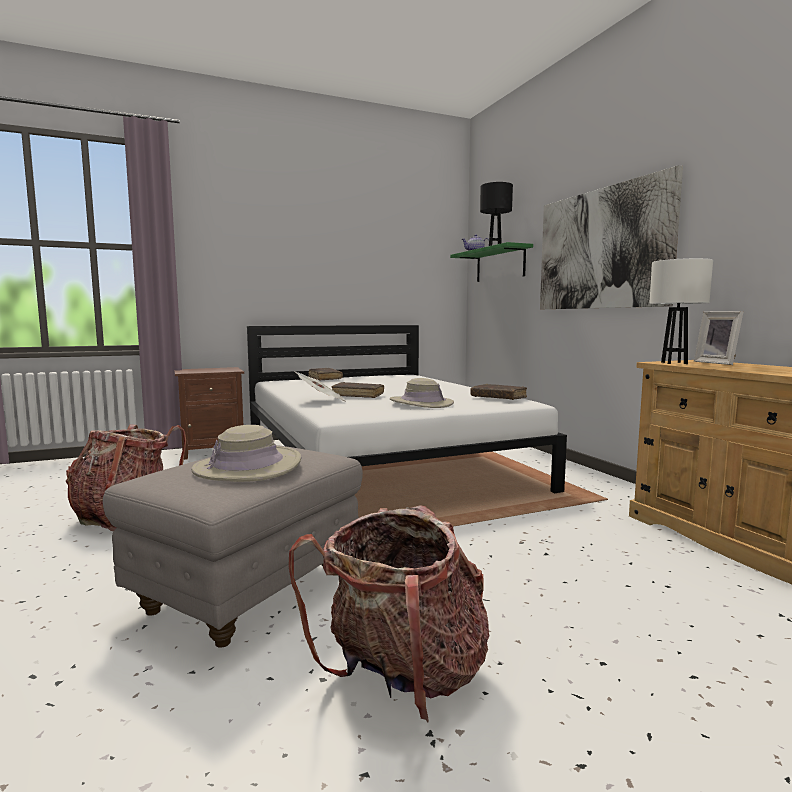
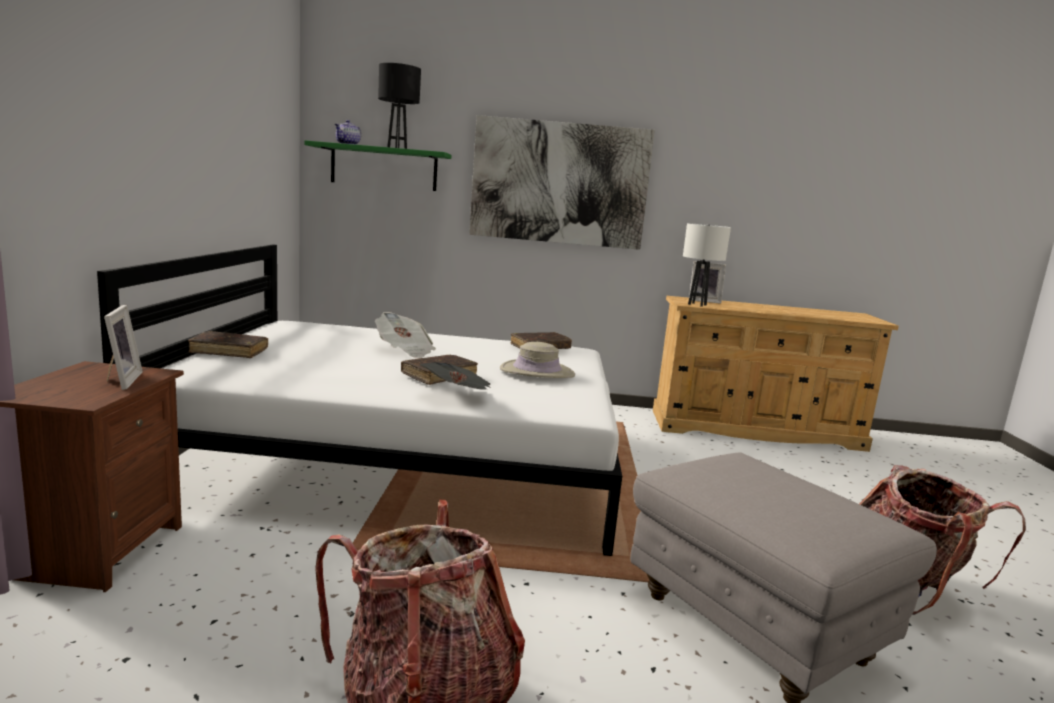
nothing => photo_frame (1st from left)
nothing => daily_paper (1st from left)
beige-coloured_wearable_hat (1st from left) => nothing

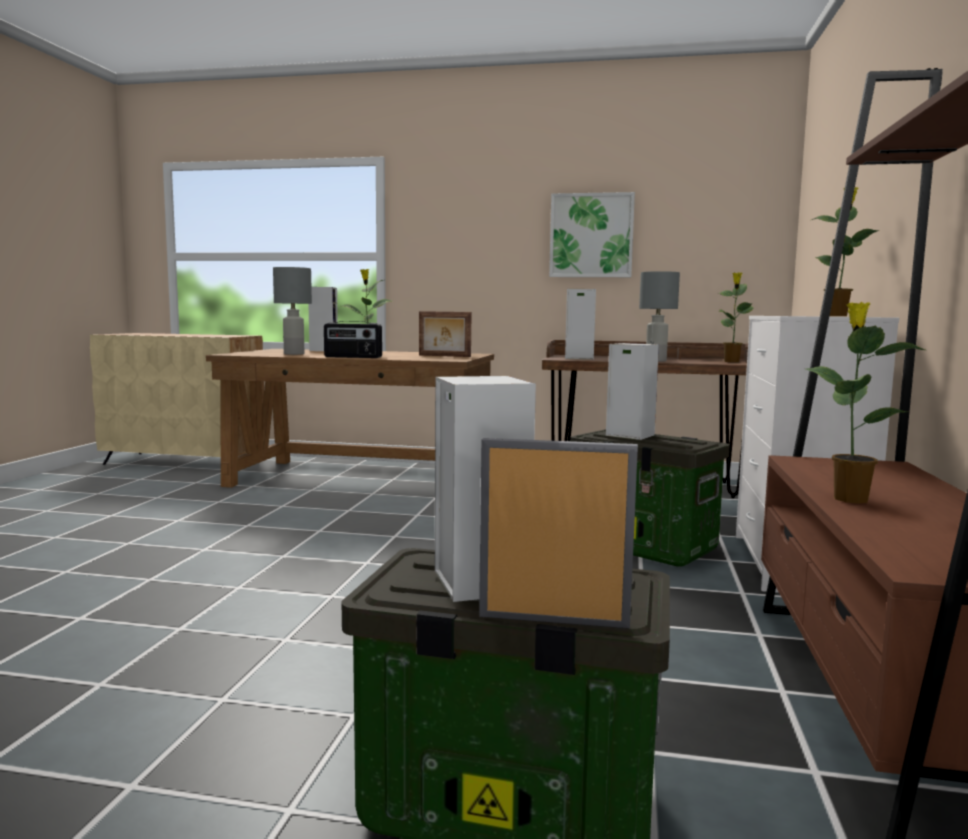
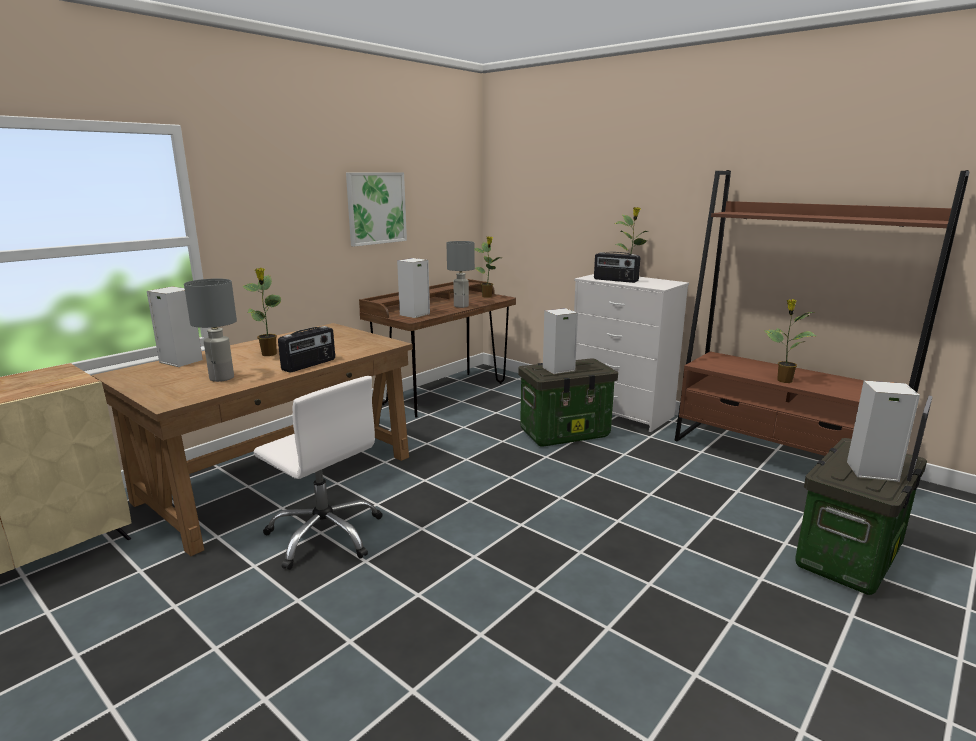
nothing => whitish_computer_chair
nothing => radio (2nd from left)
photo_frame (1st from left) => nothing

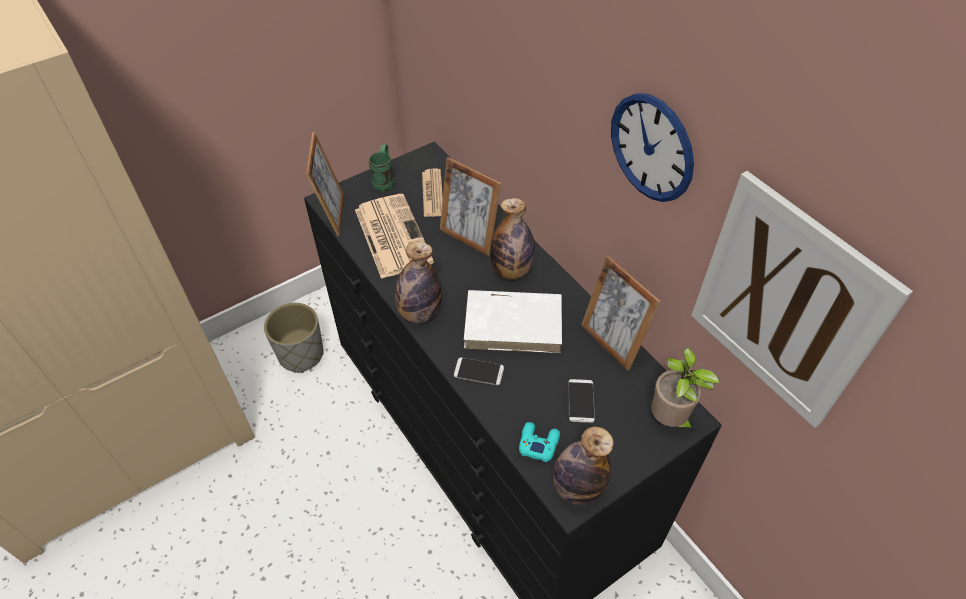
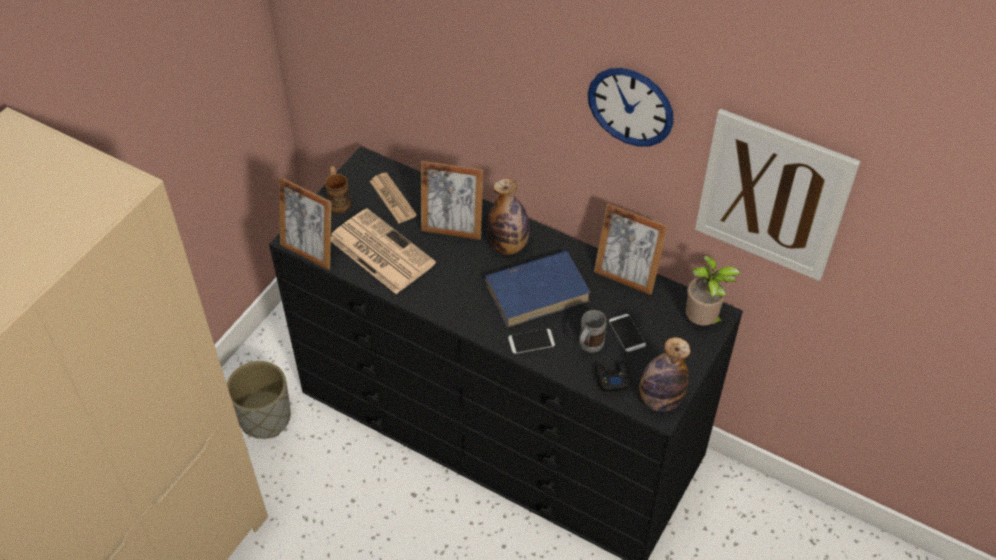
photo_frame (1st from left), 150 degrees clockwise
greenish_mug => brown_mug
whitish_bound_book => bluish_bound_book
nothing => gray_mug
turquoise-coloured_gamepad => black_gamepad
drink_bottle (1st from left) => nothing

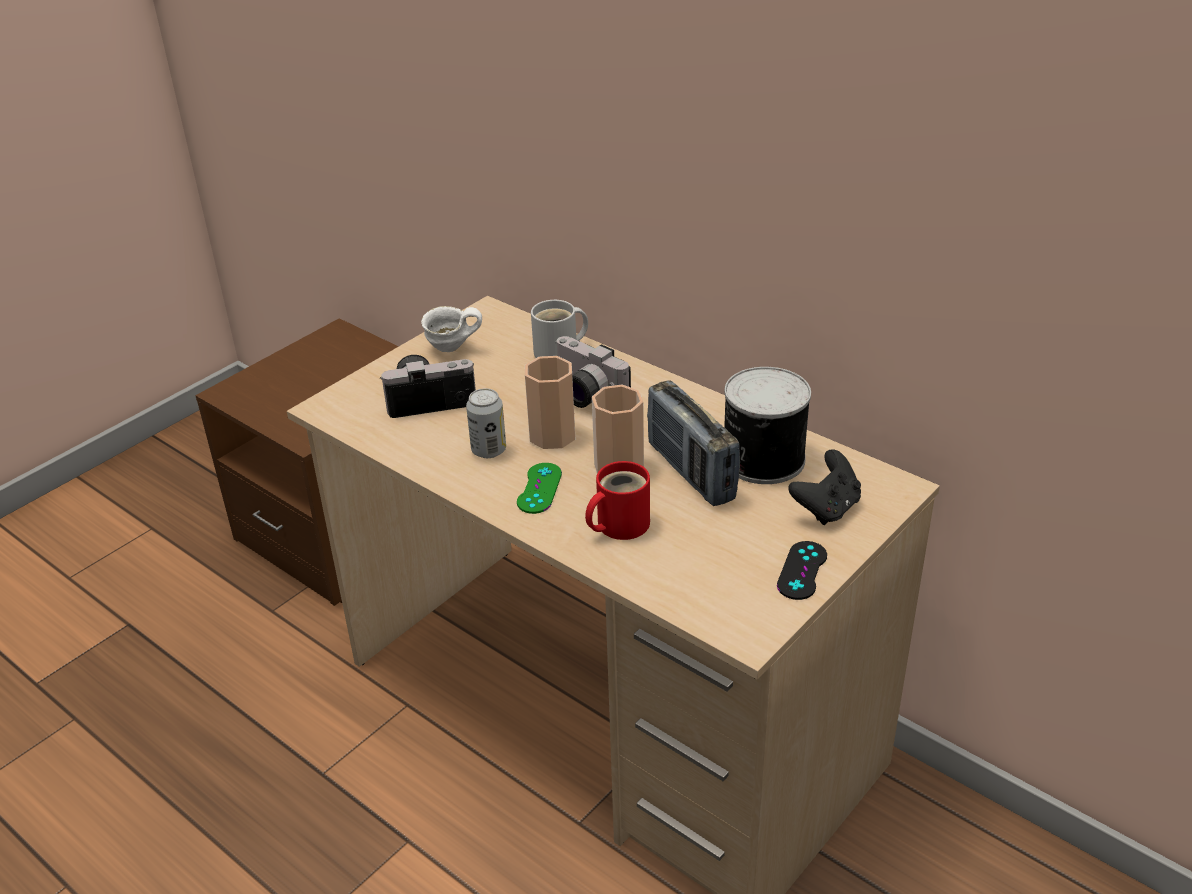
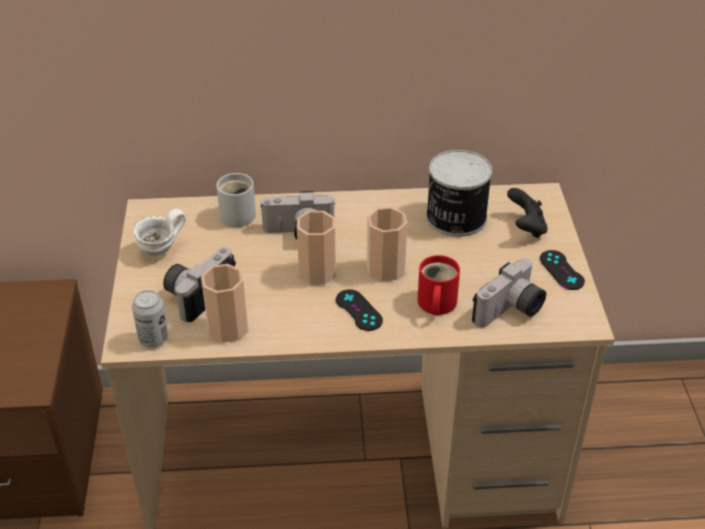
sealed_can (1st from left), move
nothing => small_cup (1st from left)
greenish_gamepad => black_gamepad (1st from left)
nothing => still_camera (3rd from left)
radio => nothing

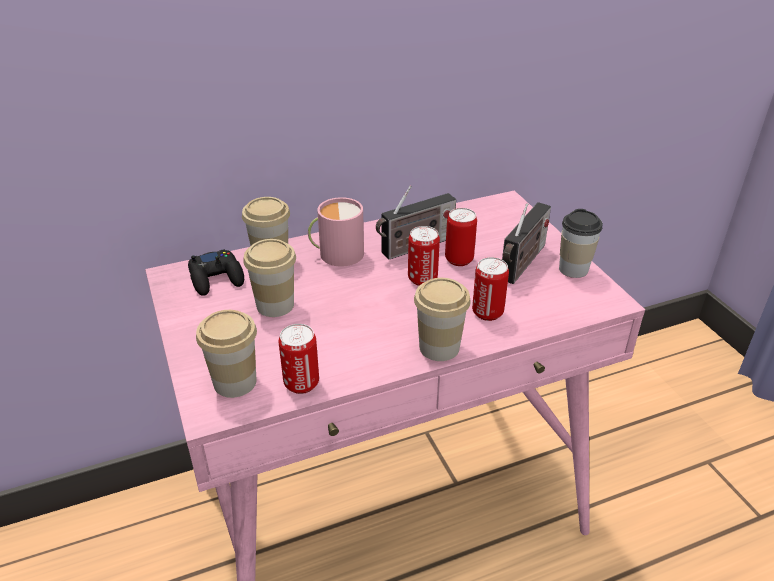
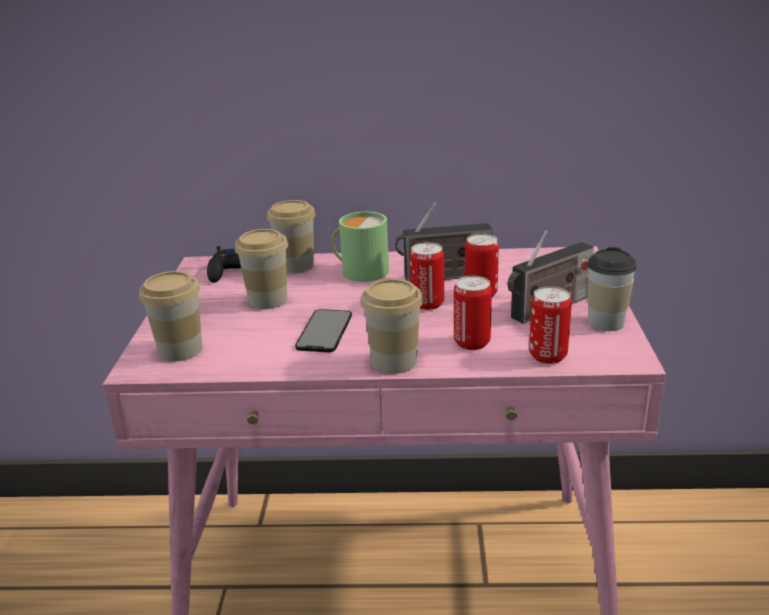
nothing => phone
pink_mug => greenish_mug
sealed_can (1st from left in the first image) => sealed_can (4th from left), move

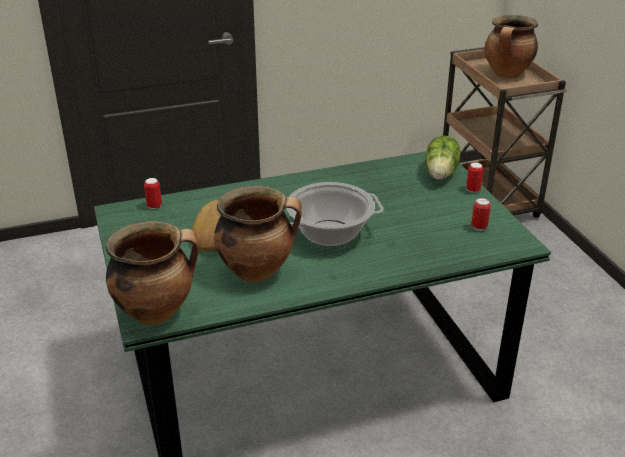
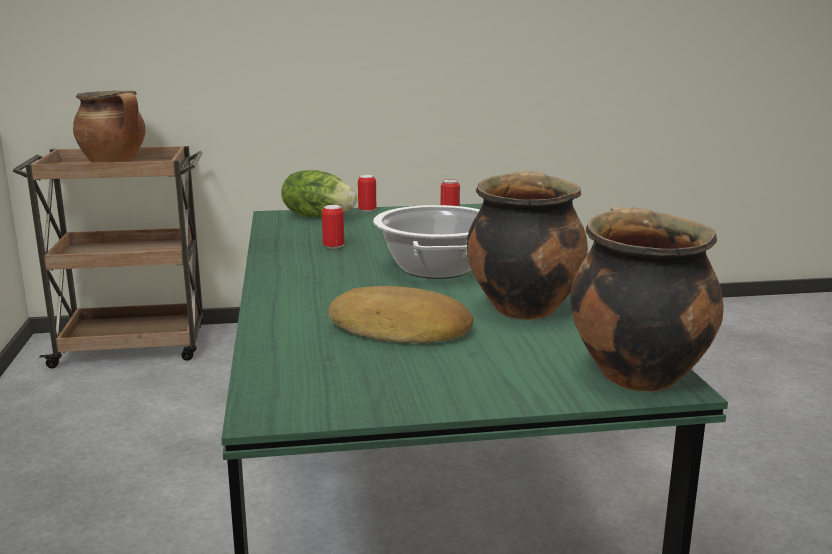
sealed_can (1st from left), move

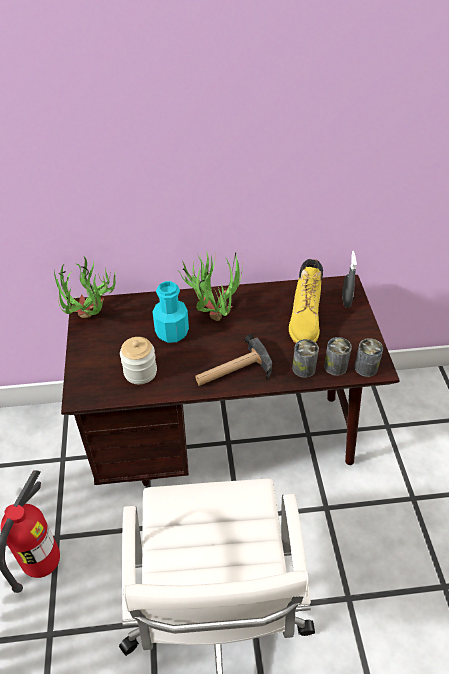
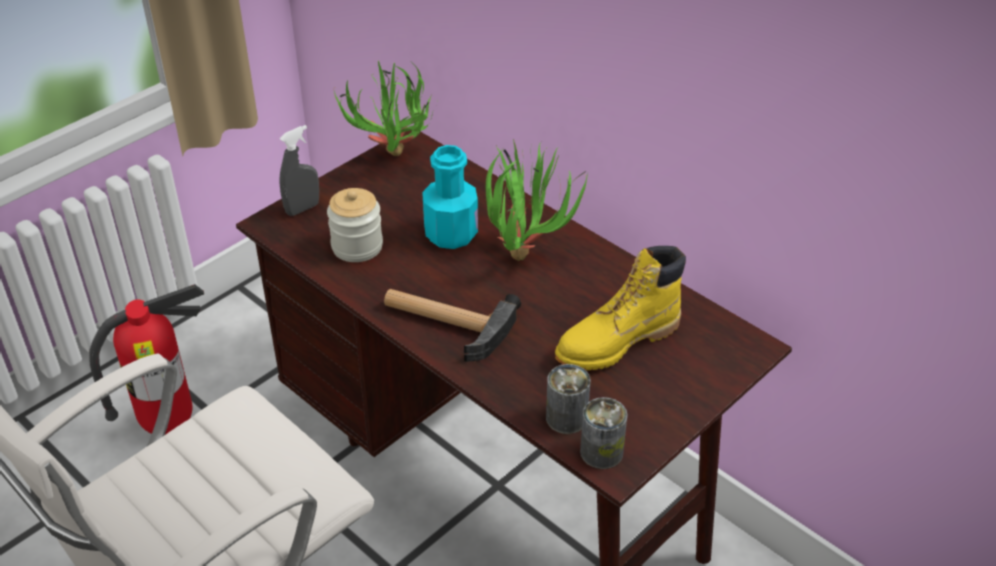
gray_spray_bottle, move
sealed_can (1st from left) => nothing

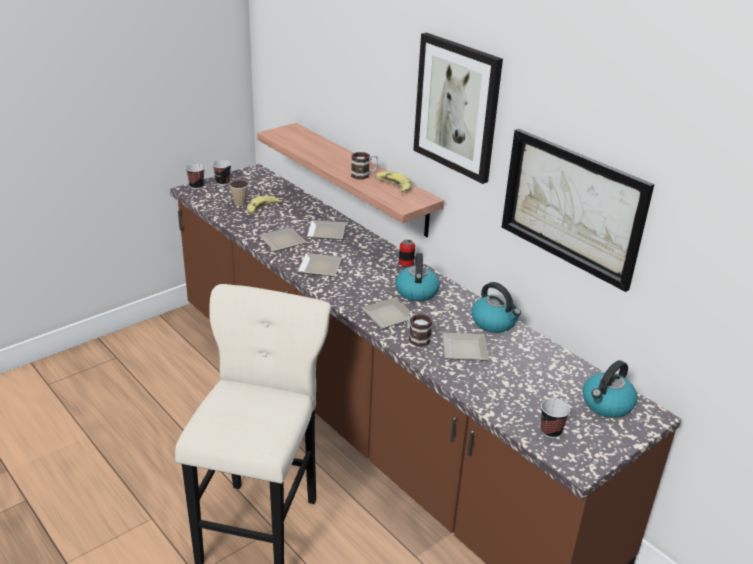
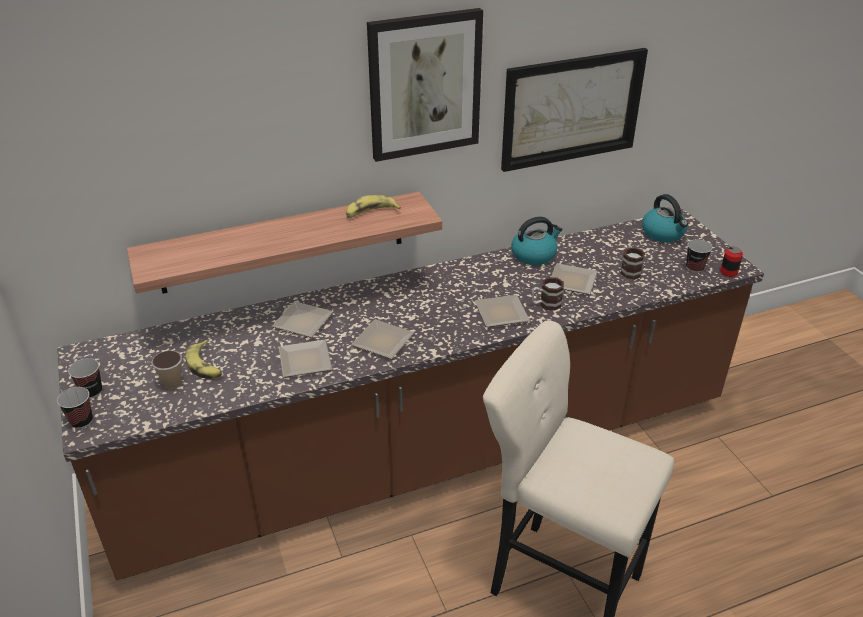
mug (1st from left in the first image) => mug (2nd from left), move
sealed_can, move
water_kettle (1st from left) => nothing

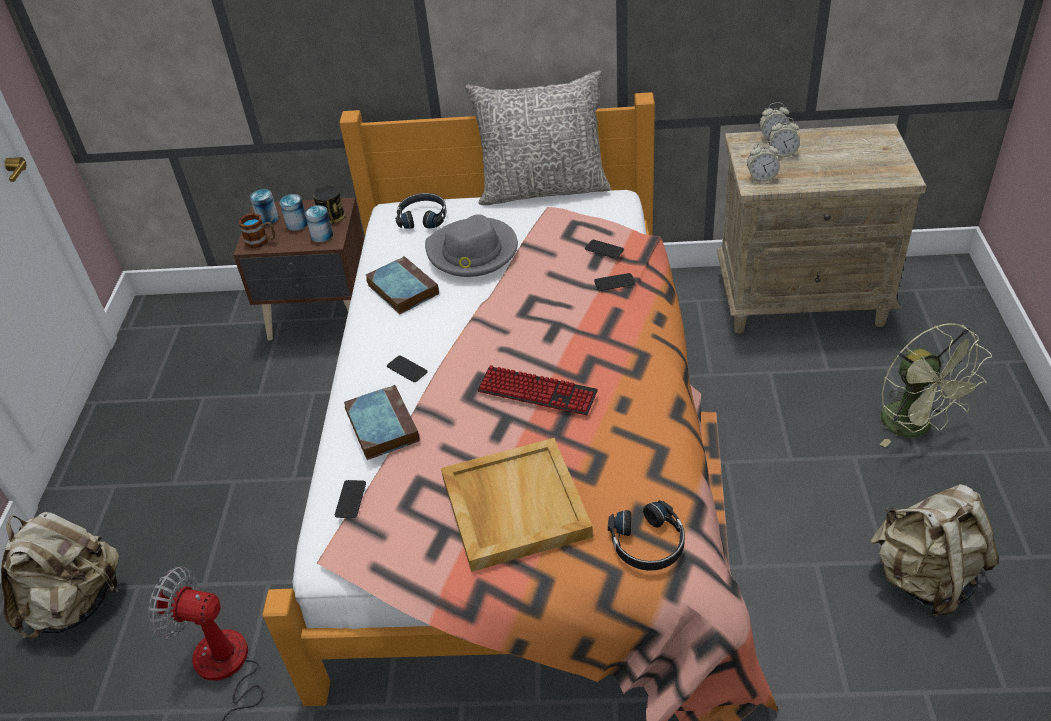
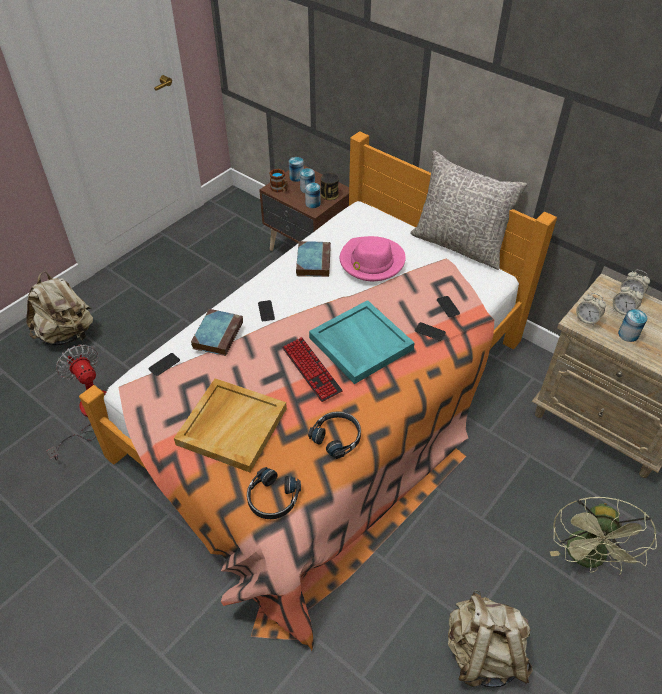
black_headset (1st from left in the first image) => black_headset (2nd from left), move
nothing => turquoise-coloured_tray
gray_wearable_hat => pink_wearable_hat
nothing => sealed_can (5th from left)

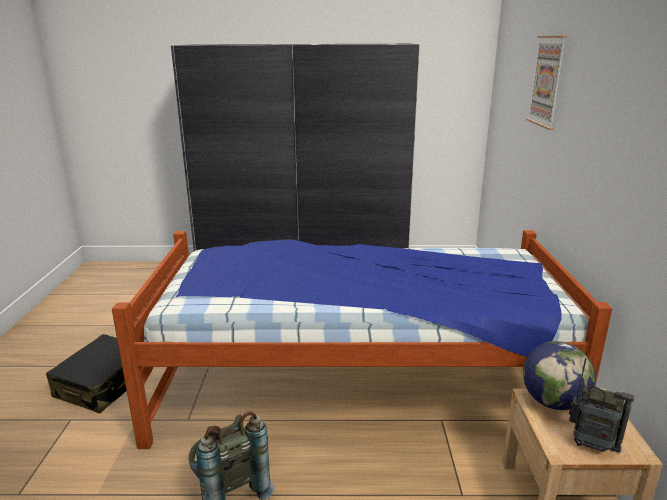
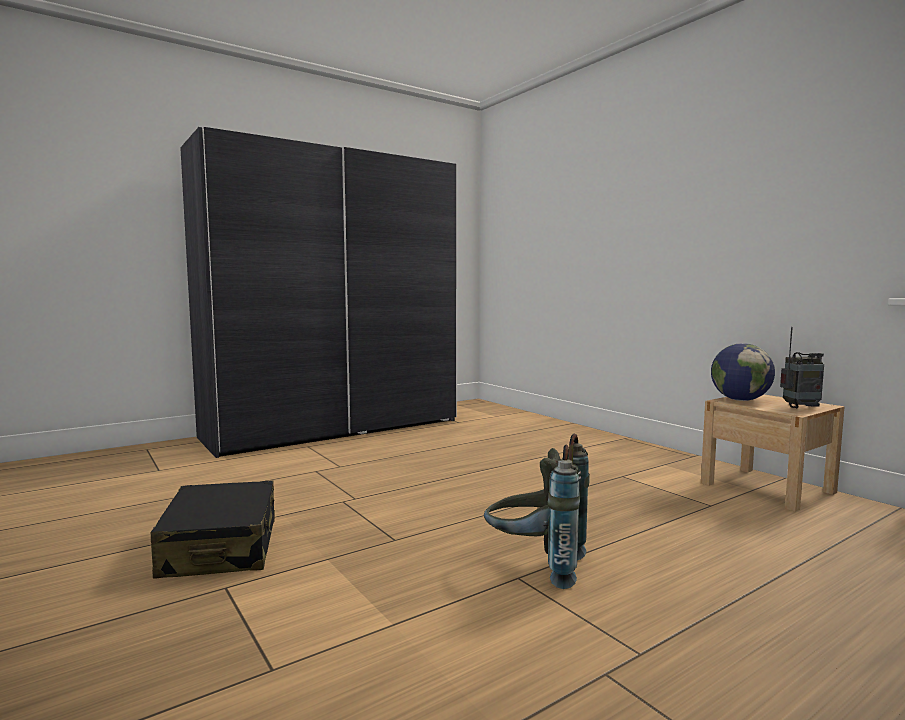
bed => nothing
wall_art => nothing

